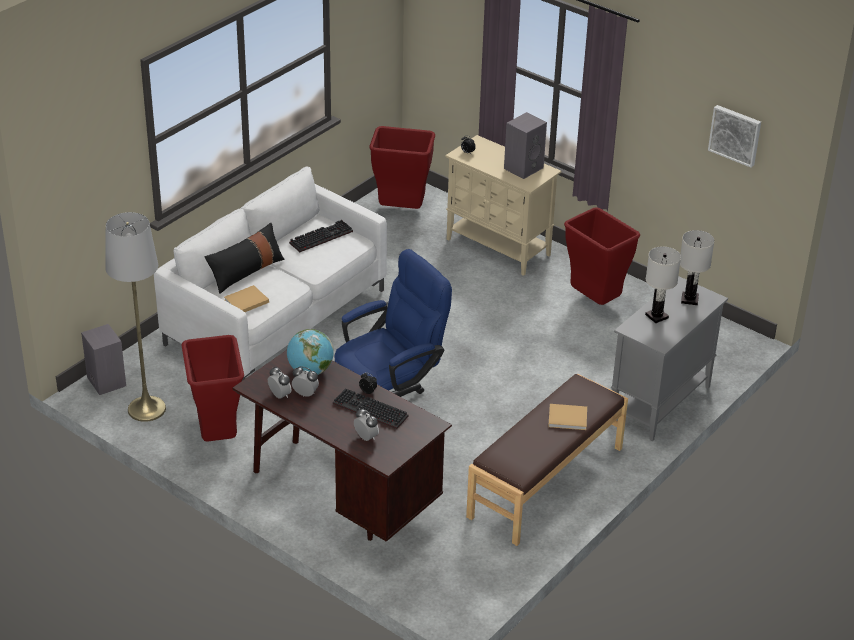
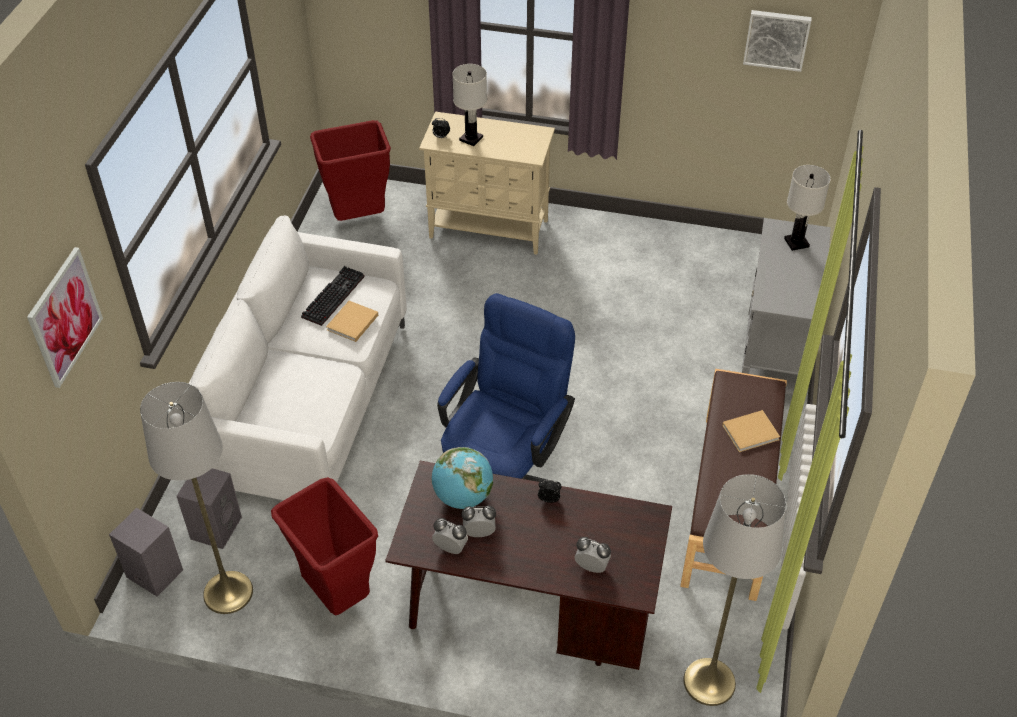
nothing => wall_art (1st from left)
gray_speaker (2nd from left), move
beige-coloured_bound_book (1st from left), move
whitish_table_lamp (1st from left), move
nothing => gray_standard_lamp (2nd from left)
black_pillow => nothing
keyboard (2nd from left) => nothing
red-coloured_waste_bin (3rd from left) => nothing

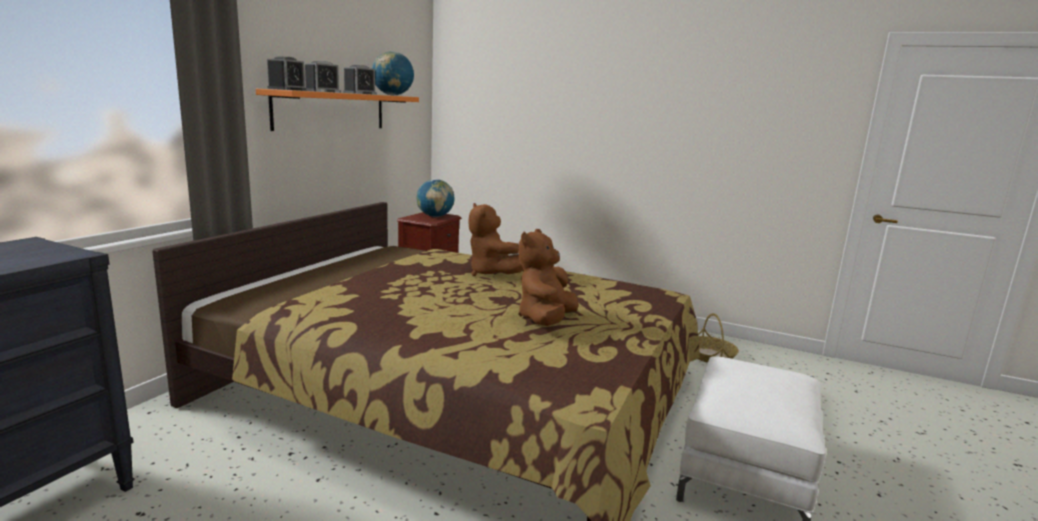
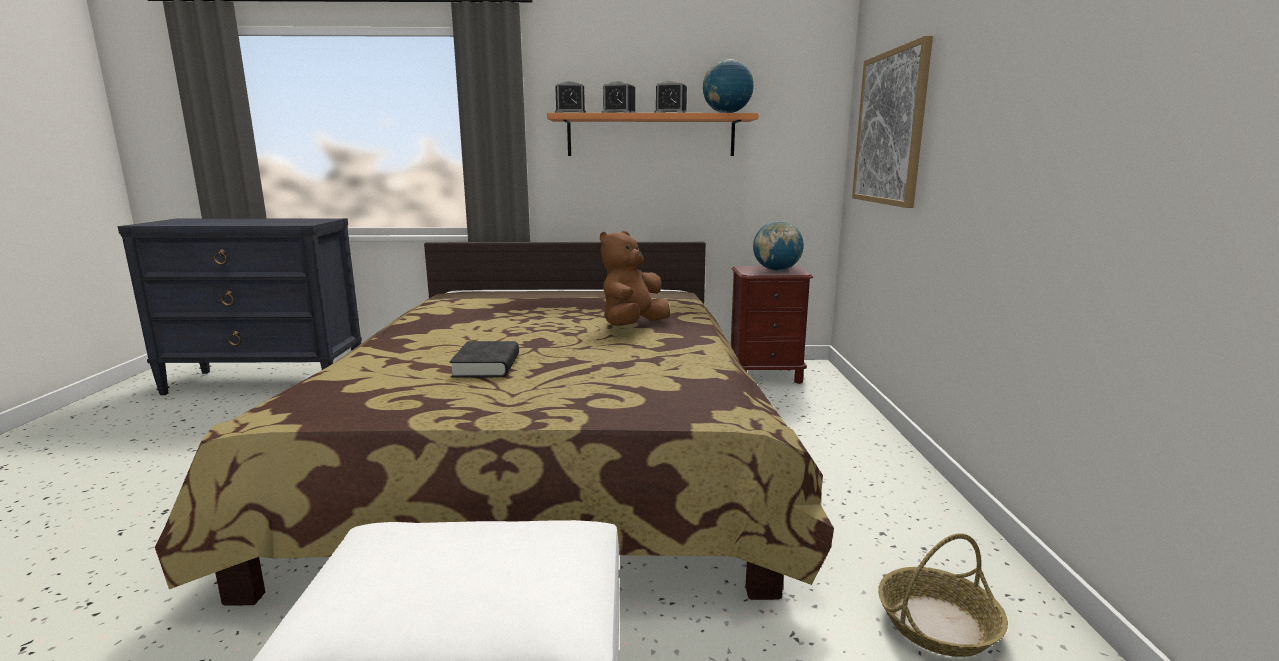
brown_cuddly_toy (2nd from left) => black_bound_book
nothing => wall_art

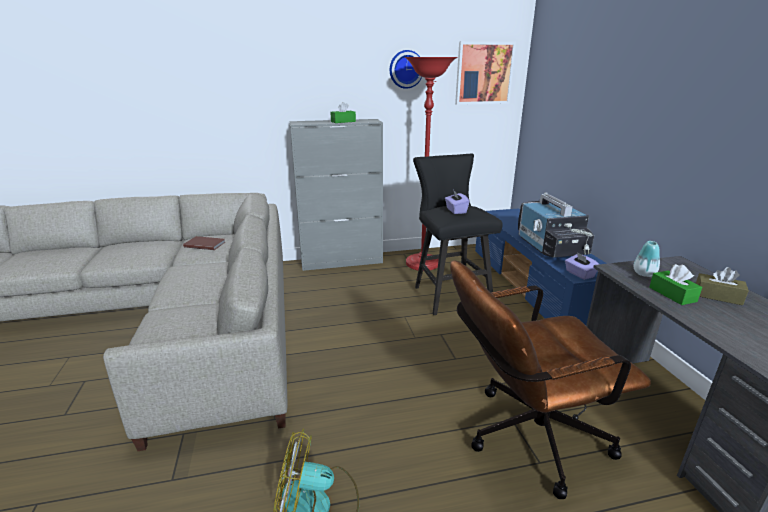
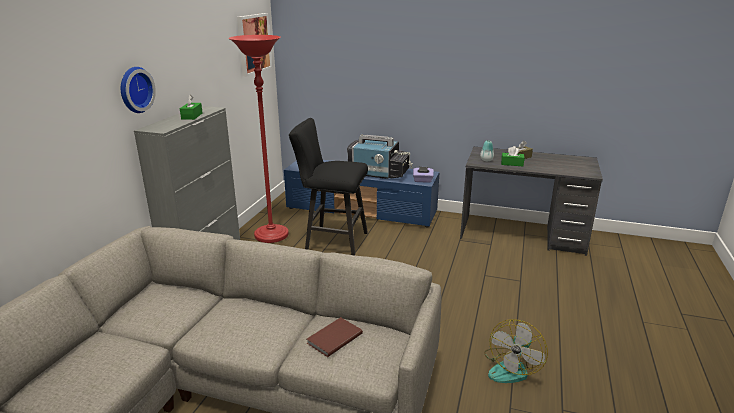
hanging_clock, move
brown_bound_book, move
purplish_tissue_holder (1st from left) => nothing
brown_computer_chair => nothing

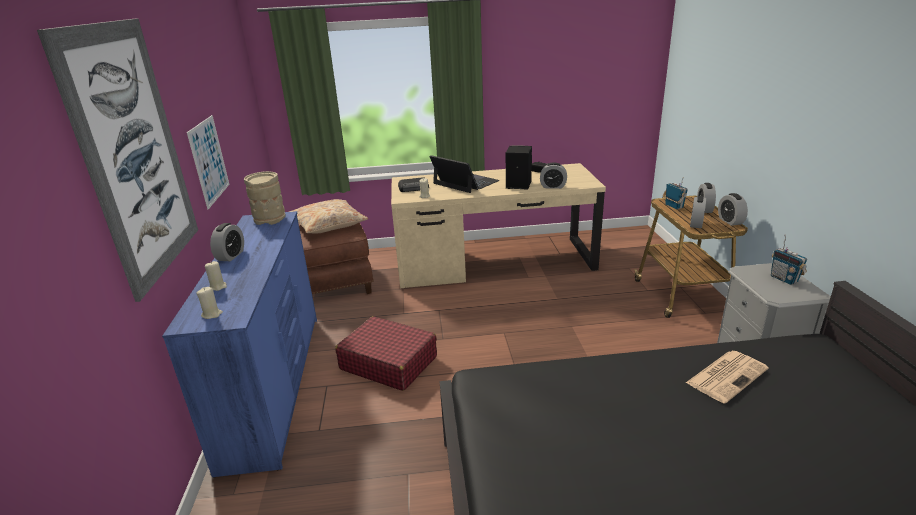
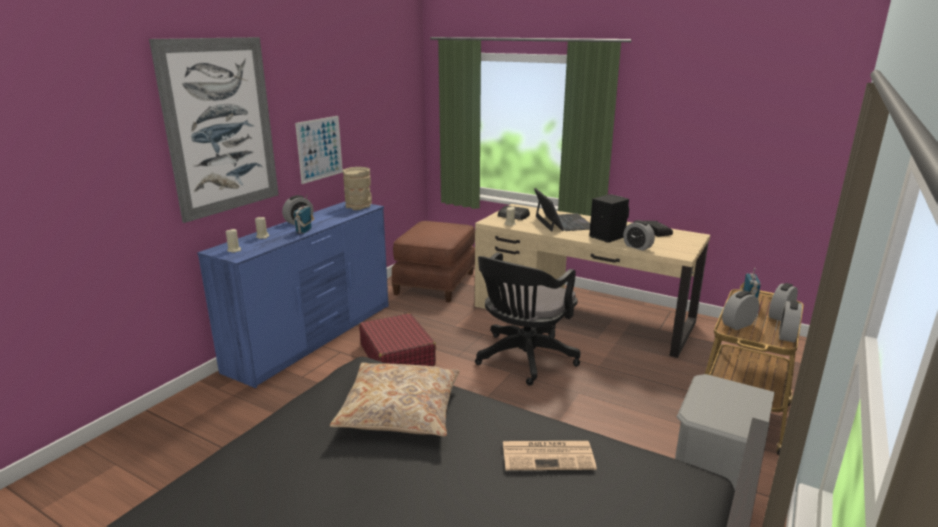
radio (4th from left in the first image) => radio (1st from left), move
beige-coloured_pillow, move
nothing => black_computer_chair

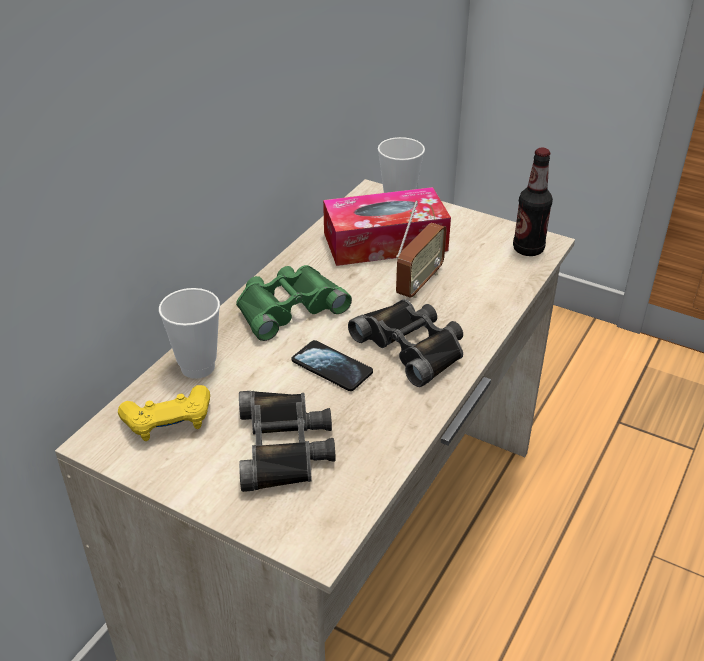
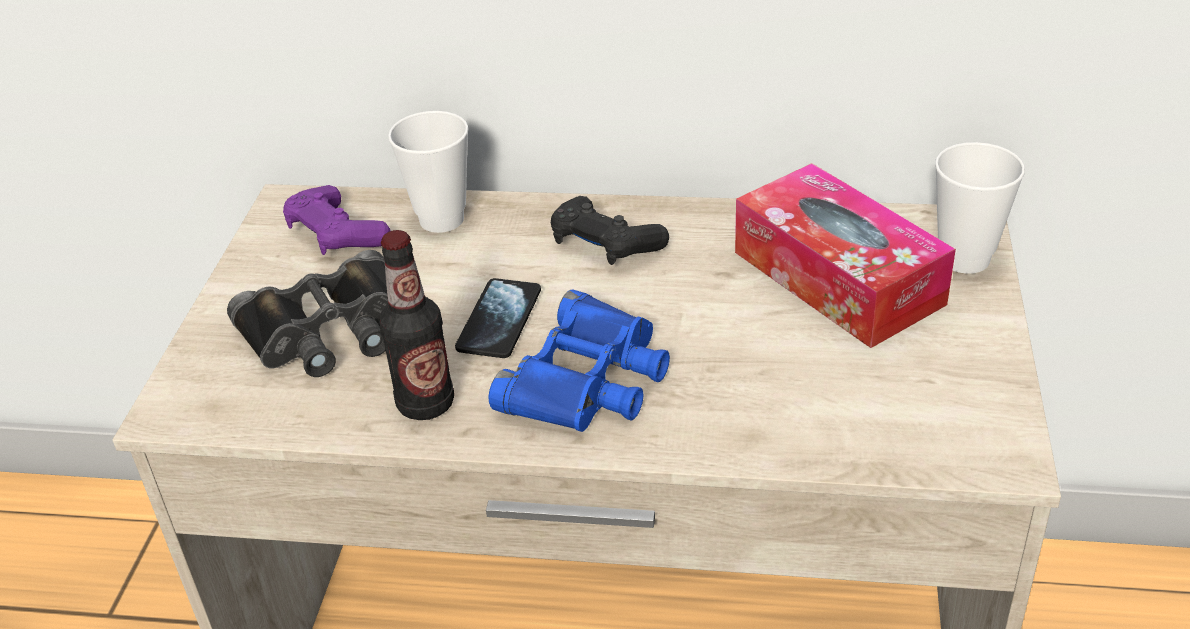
yellow-coloured_gamepad => purplish_gamepad
drink_bottle, move
black_binoculars (2nd from left) => bluish_binoculars
greenish_binoculars => black_gamepad
radio => nothing

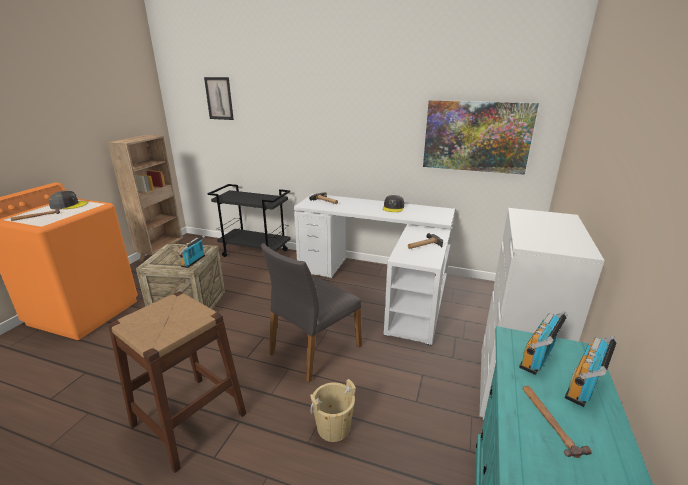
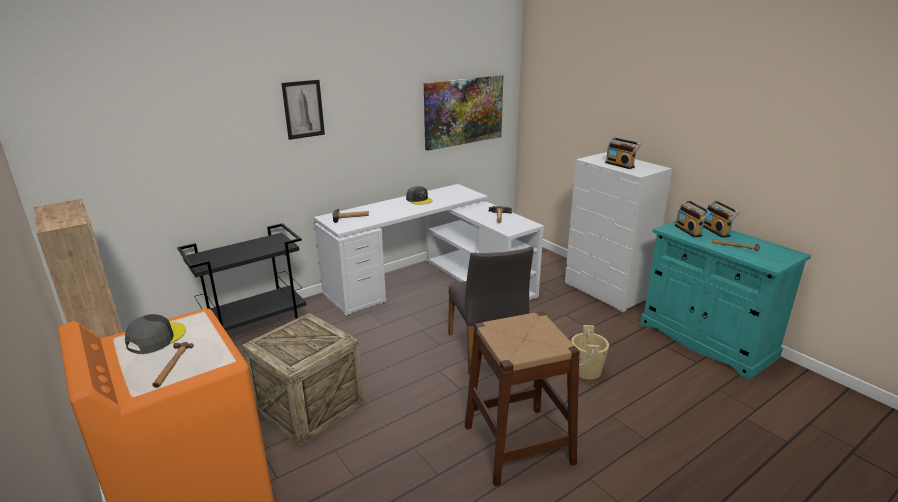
wall_art (1st from left), move
radio (1st from left), move

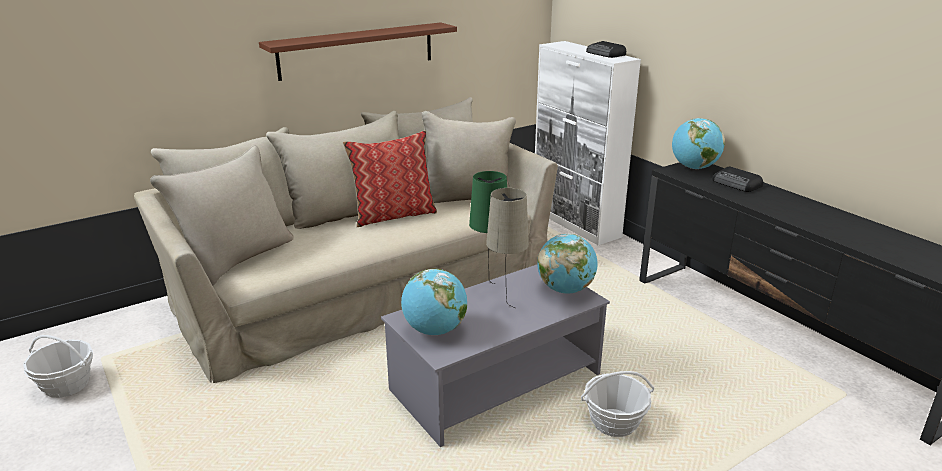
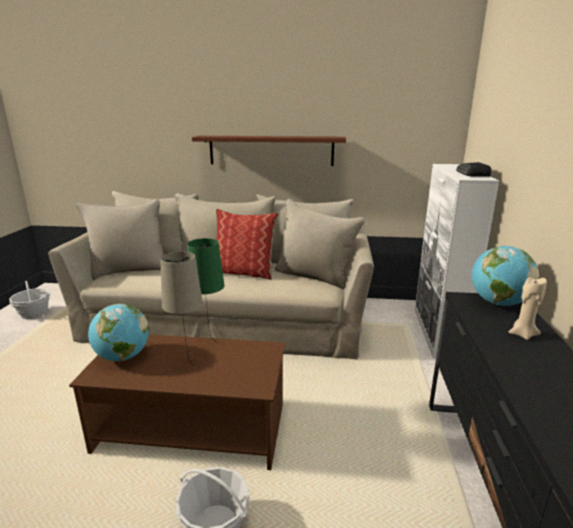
gray_low_table => brown_low_table
radio (2nd from left) => beige-coloured_wax_candle
globe (2nd from left) => nothing

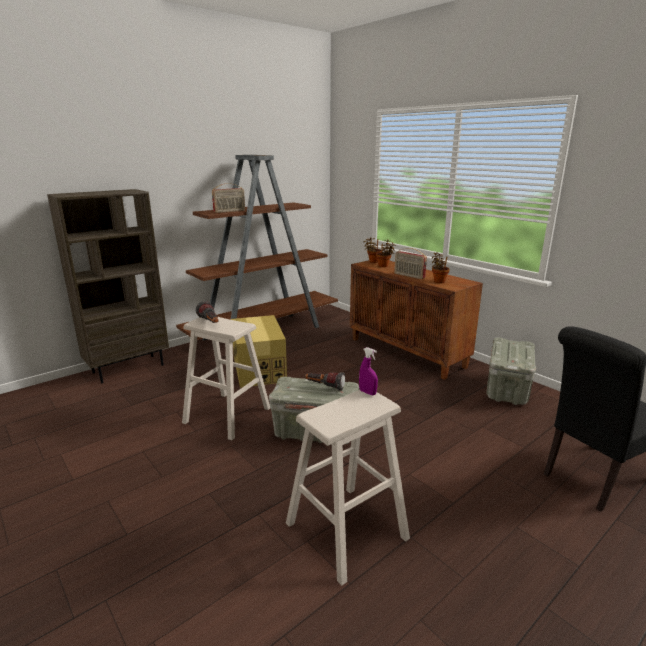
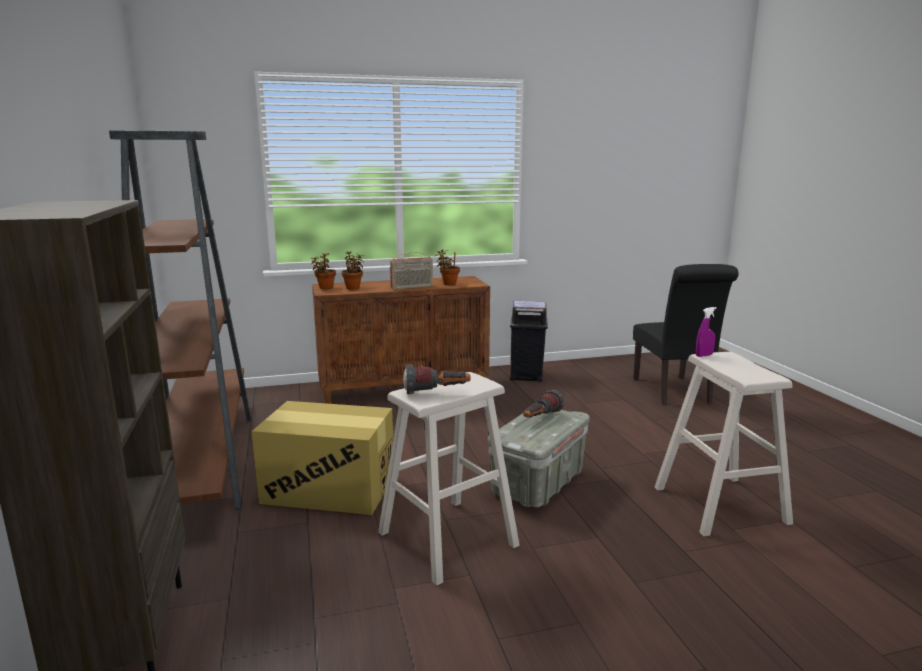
gray_storage_container (2nd from left) => brown_waste_bin
radio (1st from left) => nothing

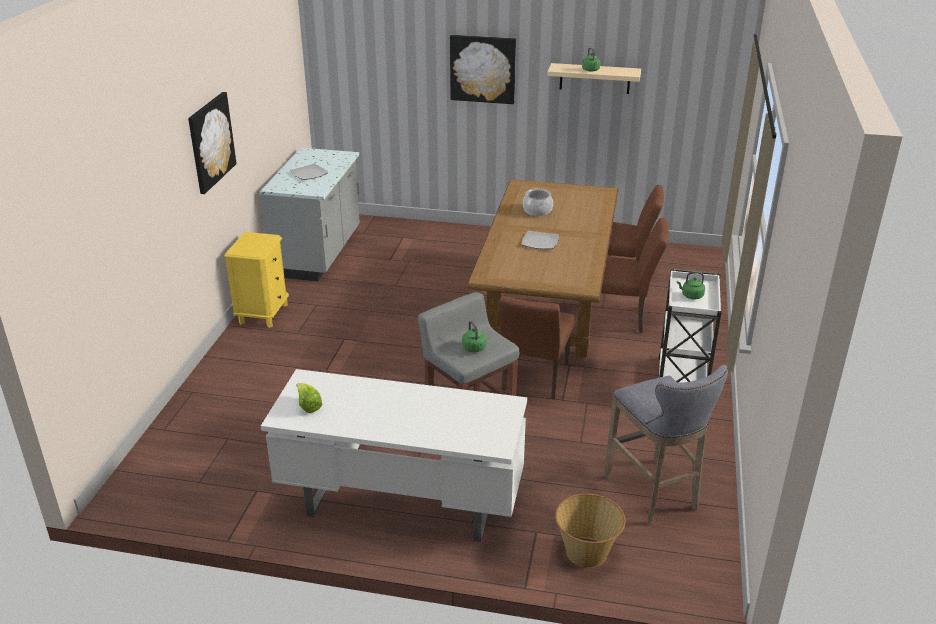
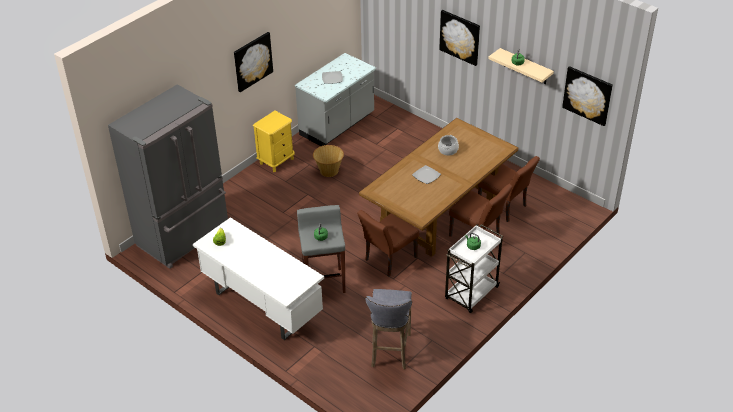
nothing => gray_fridge
household_basket, move
nothing => wall_art (3rd from left)

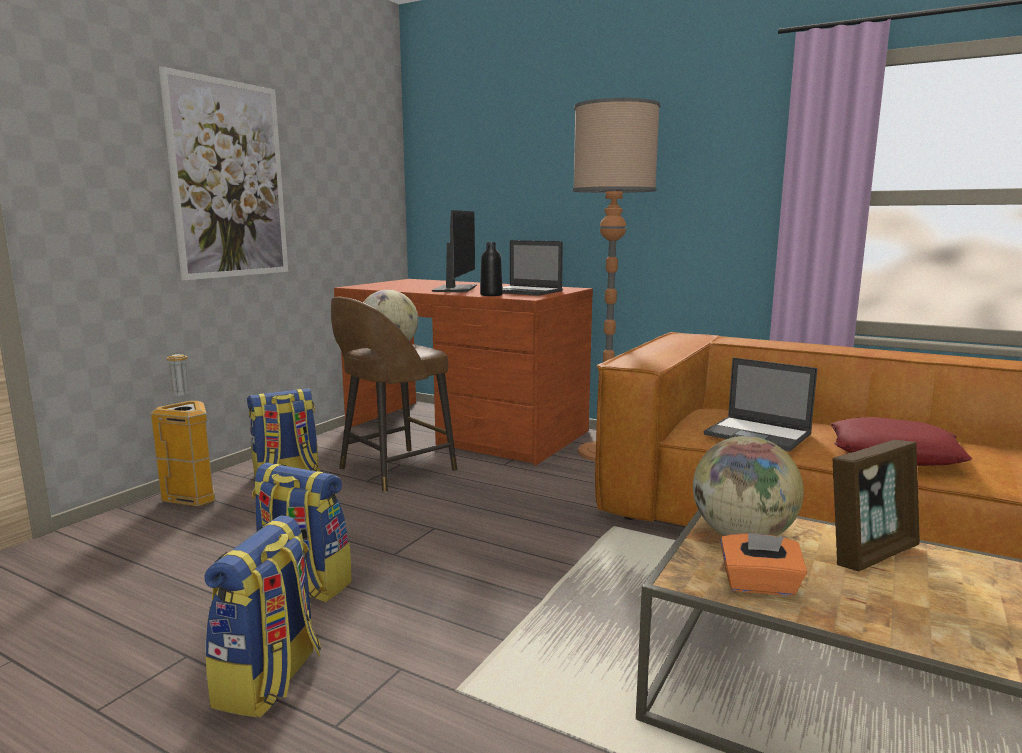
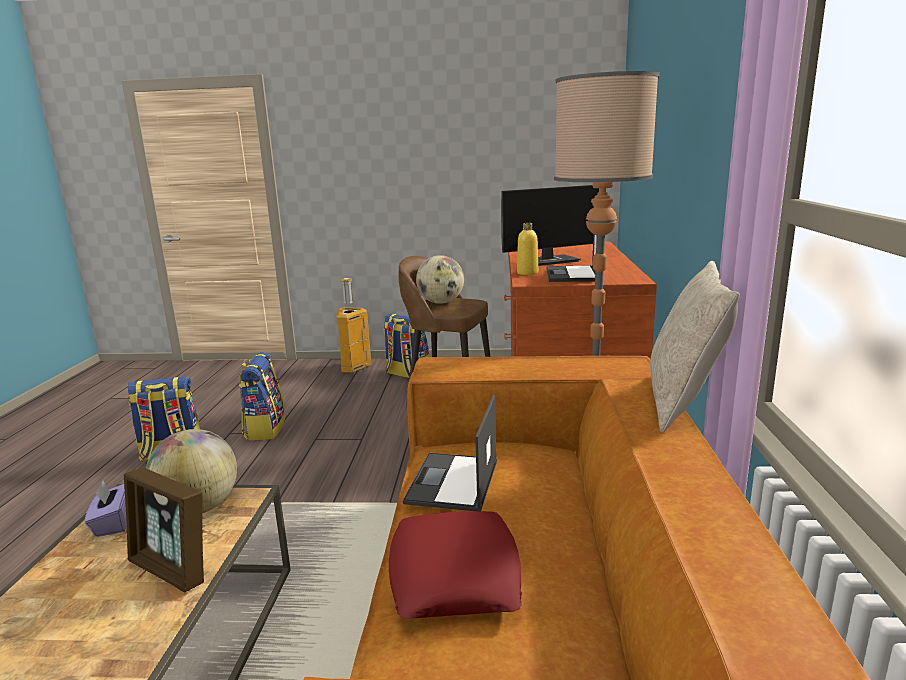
orange_tissue_holder => purplish_tissue_holder
black_drink_bottle => yellow-coloured_drink_bottle
nothing => beige-coloured_pillow
wall_art => nothing

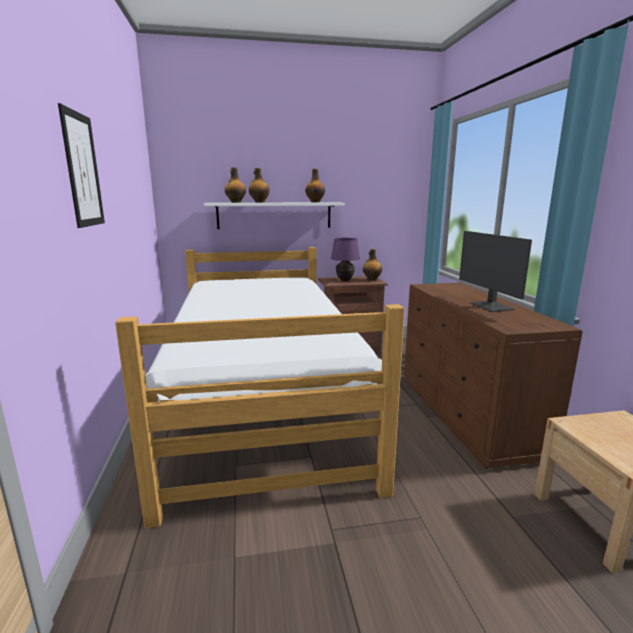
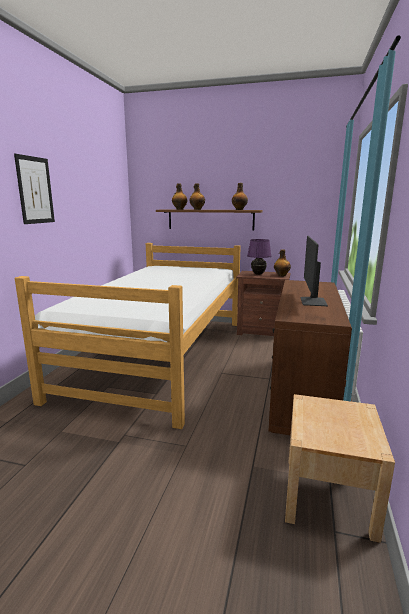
whitish_bracket_shelf => brown_bracket_shelf

